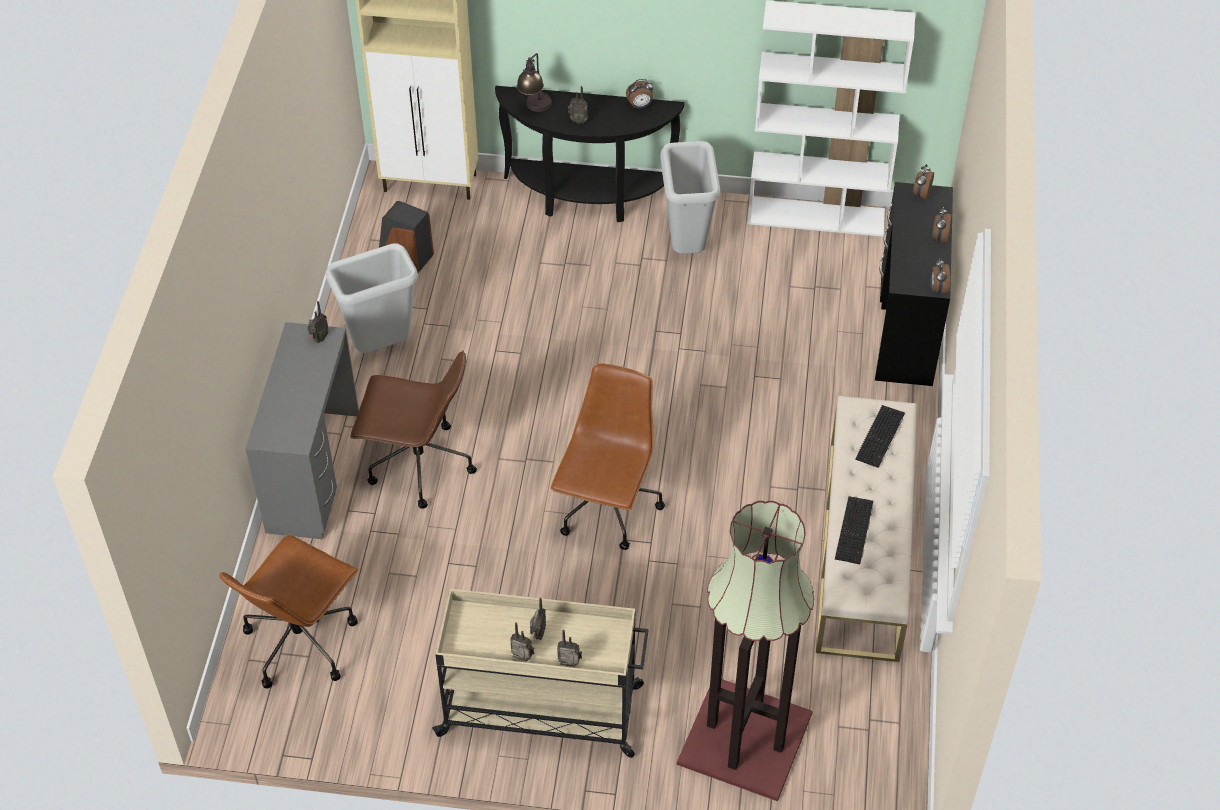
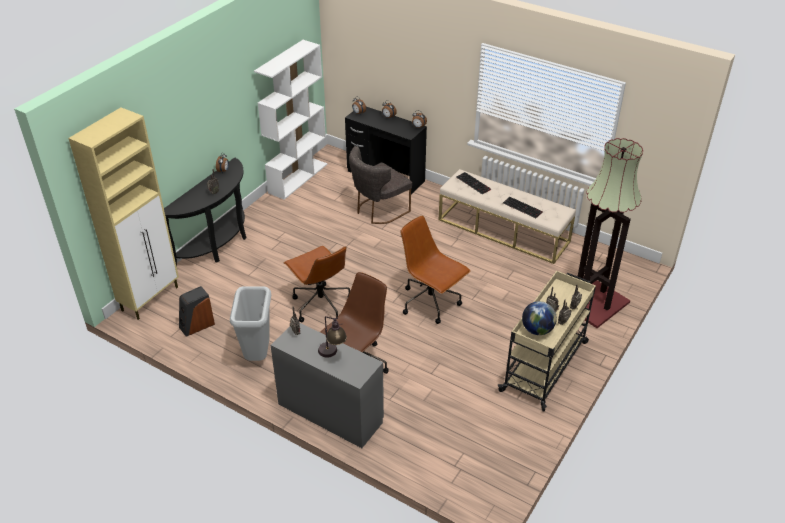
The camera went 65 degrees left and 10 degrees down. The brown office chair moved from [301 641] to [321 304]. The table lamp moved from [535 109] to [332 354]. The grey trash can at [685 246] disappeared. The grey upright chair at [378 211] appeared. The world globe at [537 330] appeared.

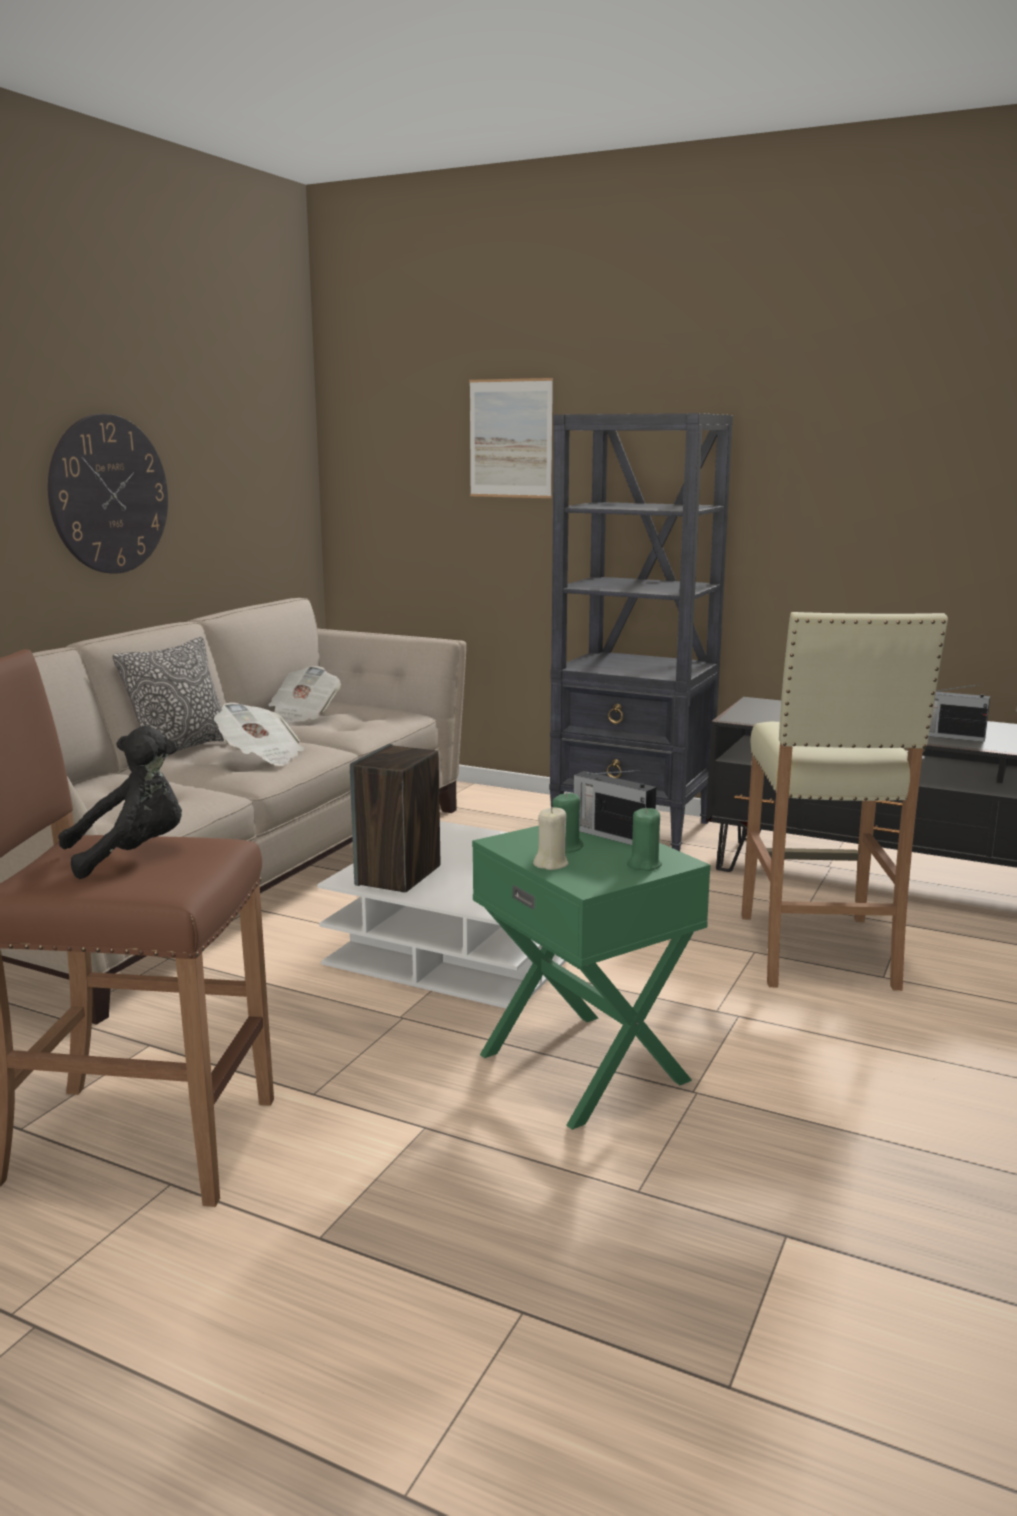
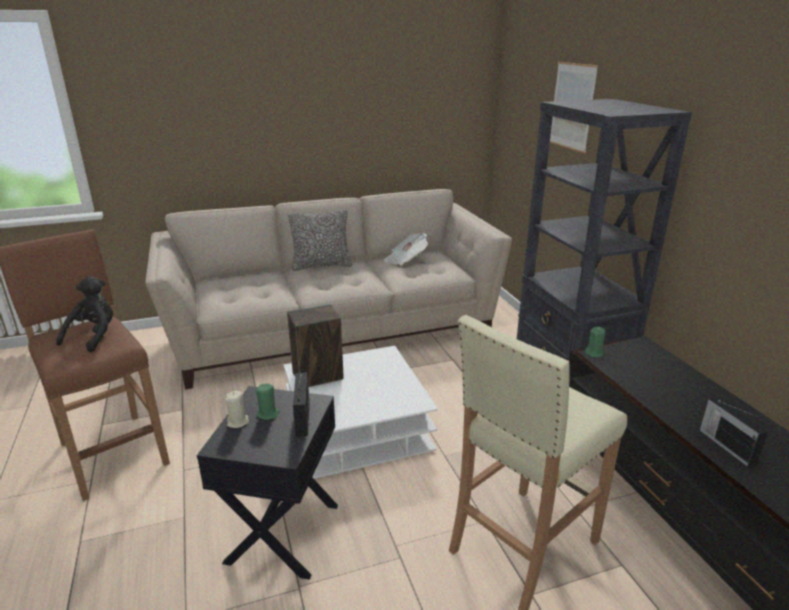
The camera went 45 degrees right and 10 degrees up. The hanging clock at [109 494] disappeared. The black plush toy at [132 855] turned 90 degrees counterclockwise. The daily paper at [261 756] disappeared. The green end table at [586 1066] became the black end table at [284 533]. The green wax candle moved from [644 865] to [594 353].

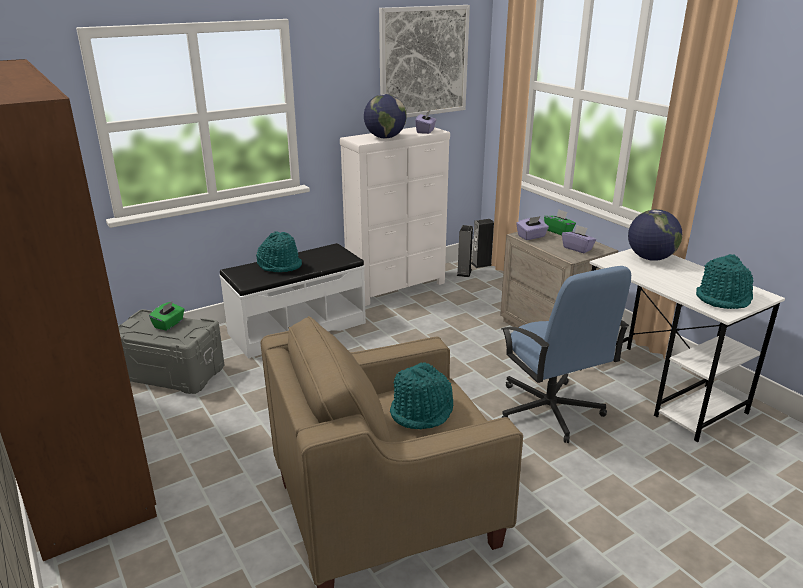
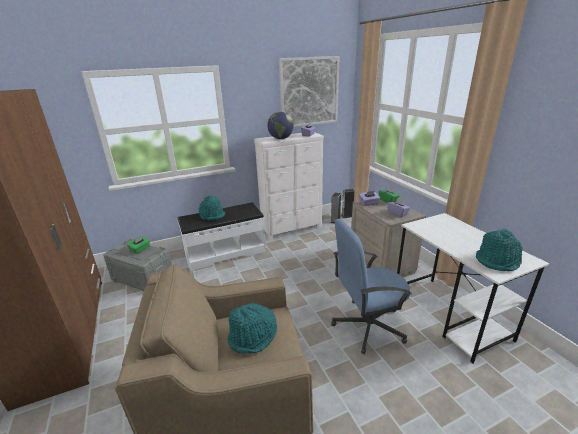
The camera went 10 degrees right and 0 degrees up. The blue-coloured office chair at [549 410] turned 90 degrees clockwise. The world globe at [650 258] disappeared.

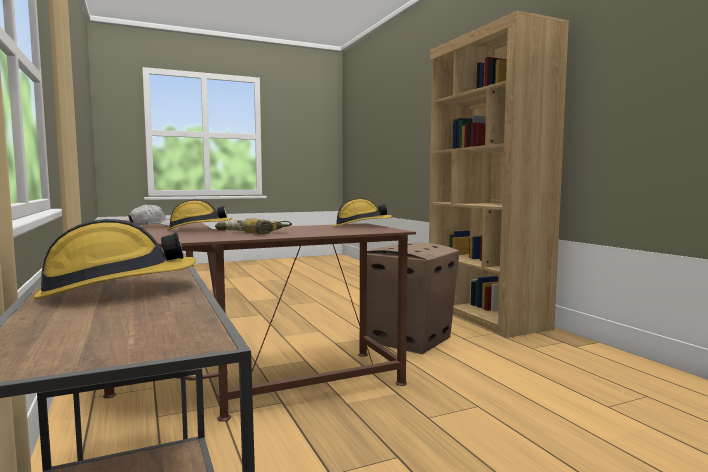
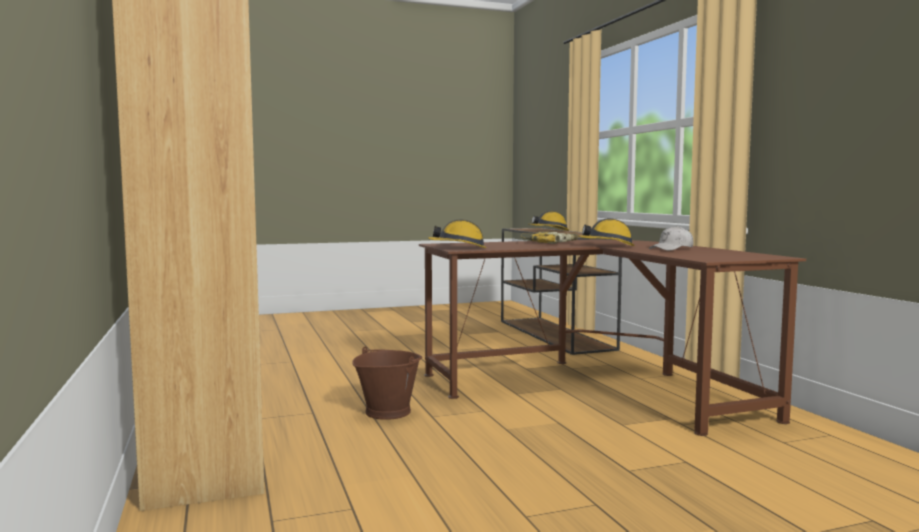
The camera went 175 degrees left and 0 degrees up. The cardboard box at [408 340] was replaced by the brown bucket at [387 411].

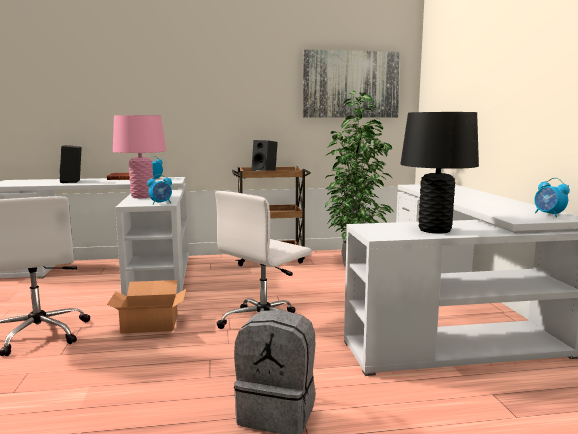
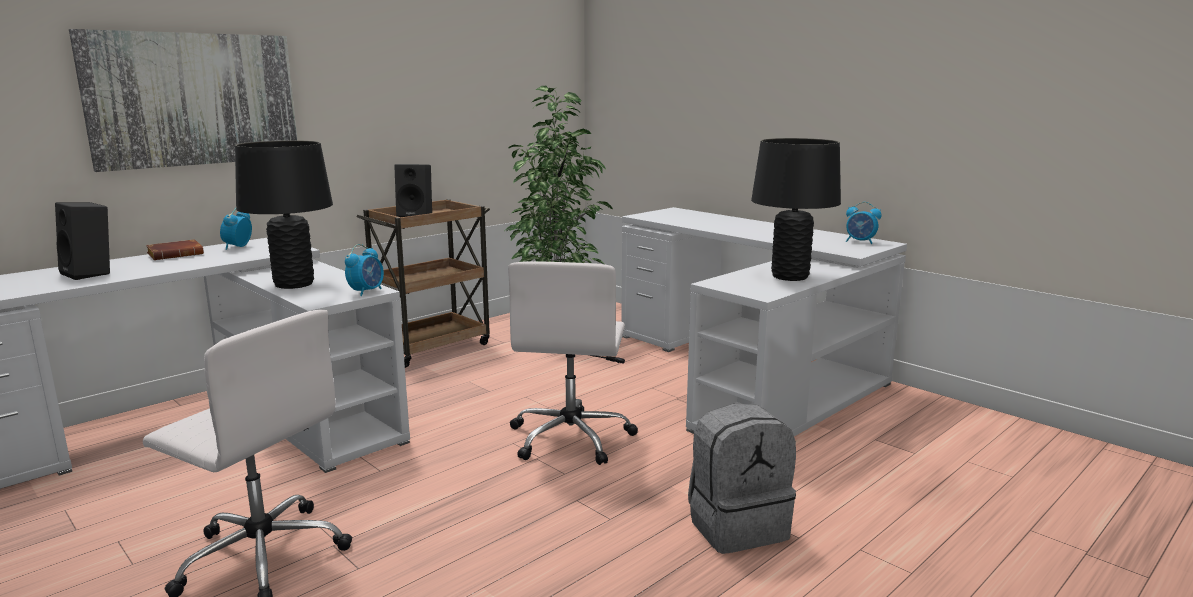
The camera went 35 degrees left and 5 degrees up. The cardboard box at [149 324] disappeared. The pink table lamp at [142 197] became the black table lamp at [294 284]. The wall art moved from [351 84] to [194 99].

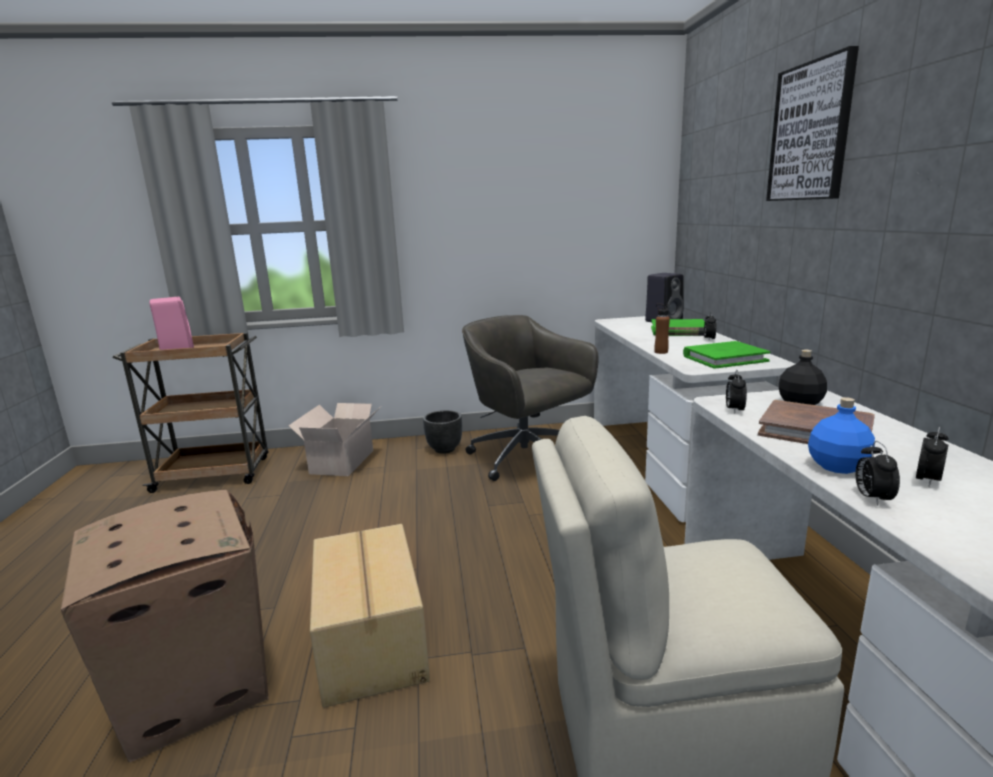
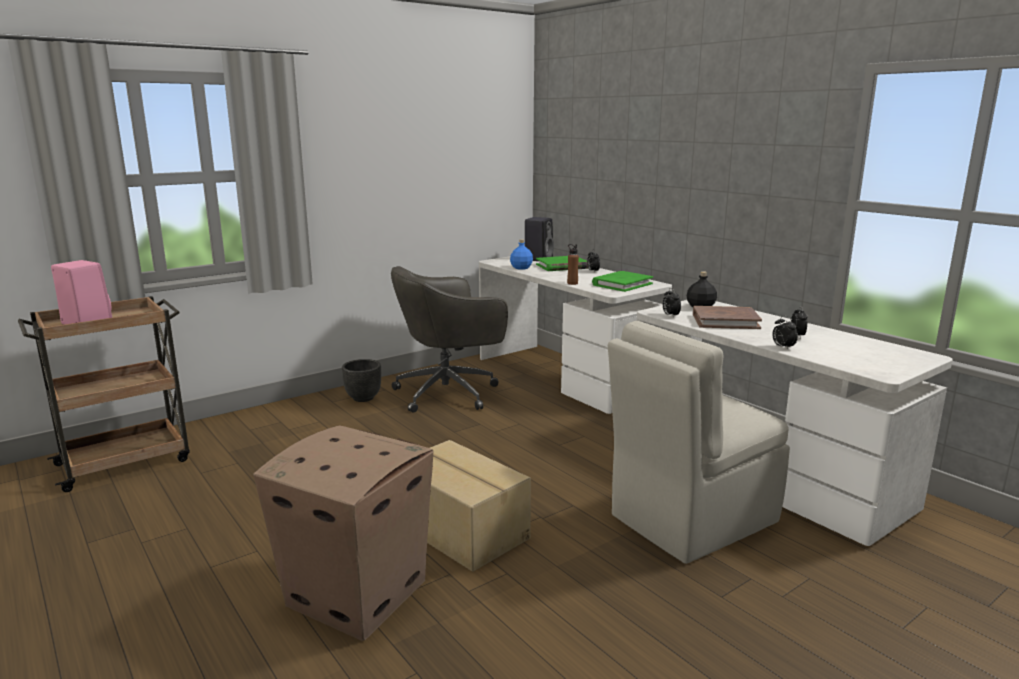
The camera went 30 degrees left and 0 degrees up. The cardboard box at [343 461] disappeared. The grey office chair at [527 458] turned 45 degrees counterclockwise. The wall art at [811 132] disappeared. The blue-coloured beverage bottle moved from [837 466] to [521 268].

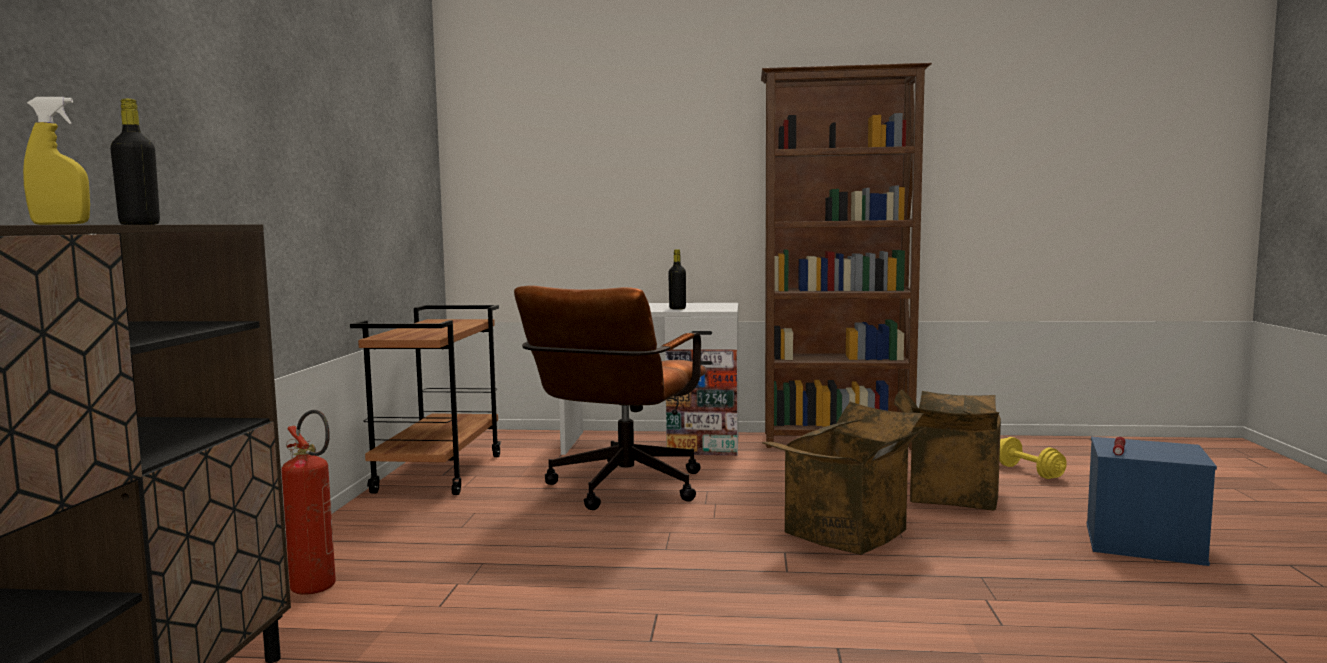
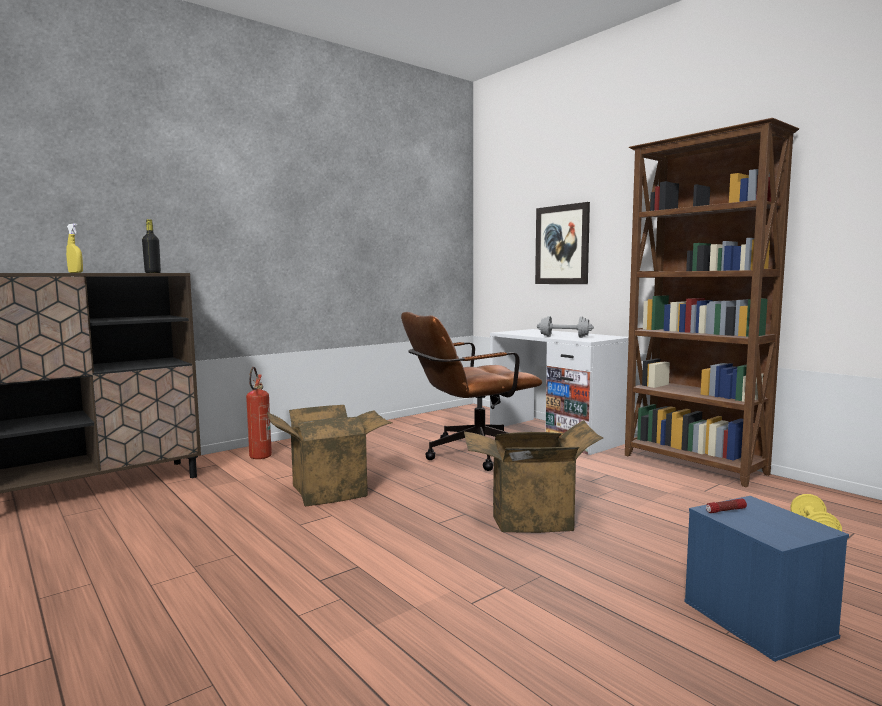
The camera went 45 degrees right and 0 degrees up. The brown wheeled cart at [439 473] disappeared. The black beverage bottle at [677 308] was replaced by the grey hand weight at [564 337]. The cardboard box moved from [948 493] to [330 489]. The wall art at [562 245] appeared.

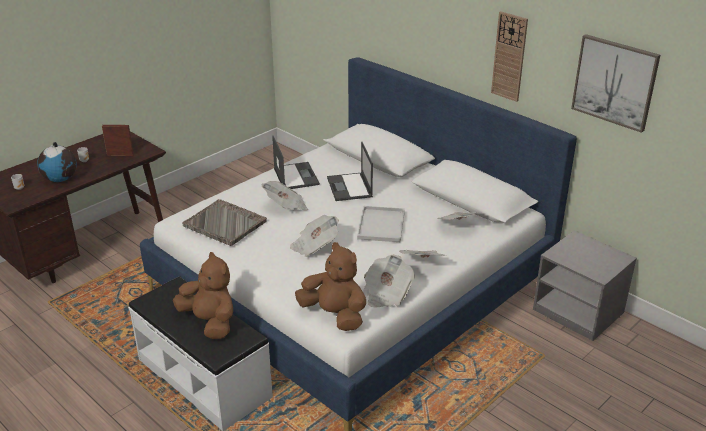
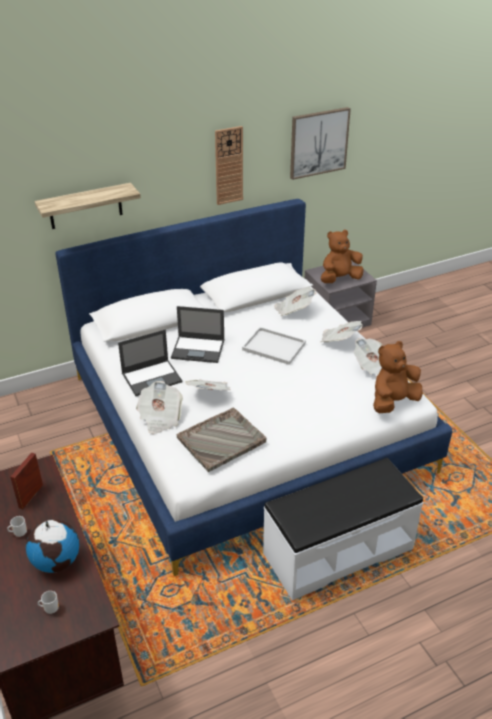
The camera went 70 degrees left and 5 degrees up. The brown plush toy moved from [210 322] to [339 279]. The portable computer at [295 176] turned 150 degrees clockwise. The daily paper moved from [314 246] to [160 417]. The bracket shelf at [85 206] appeared.

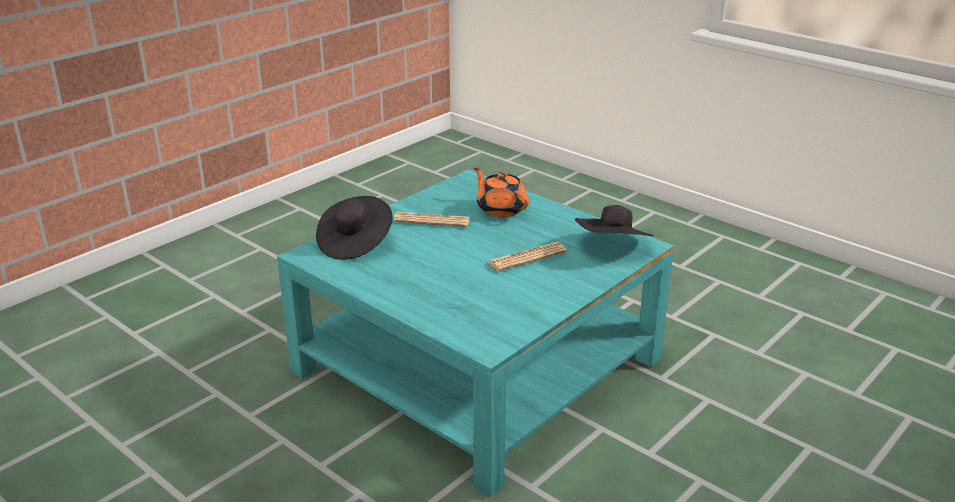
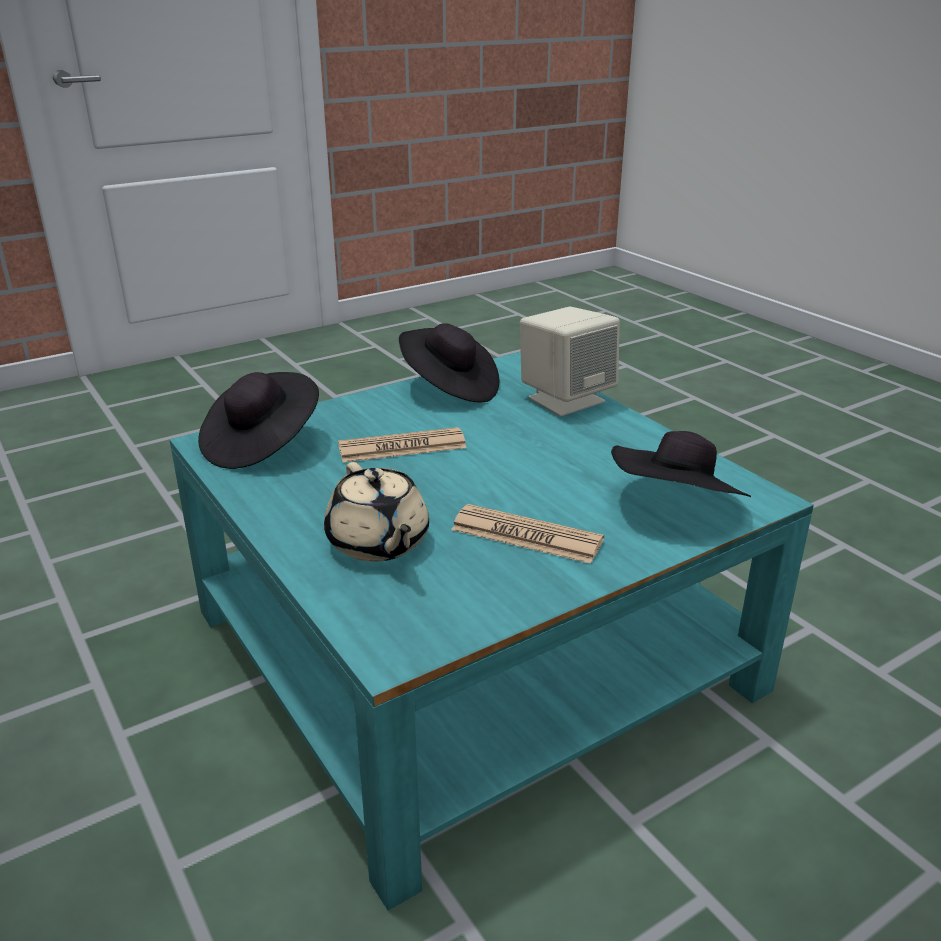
The camera went 165 degrees left and 0 degrees up. The orange-coloured teapot at [501 209] became the beige teapot at [378 543]. The black wearable hat at [449 388] appeared. The beige audio speaker at [566 400] appeared.

